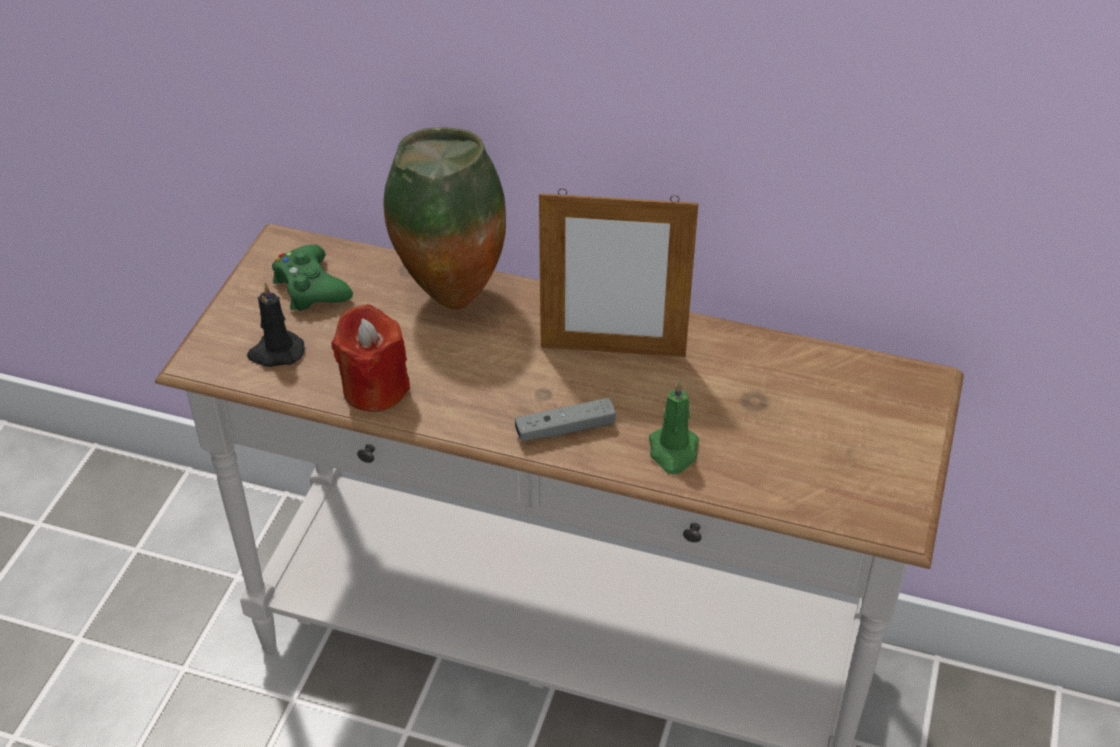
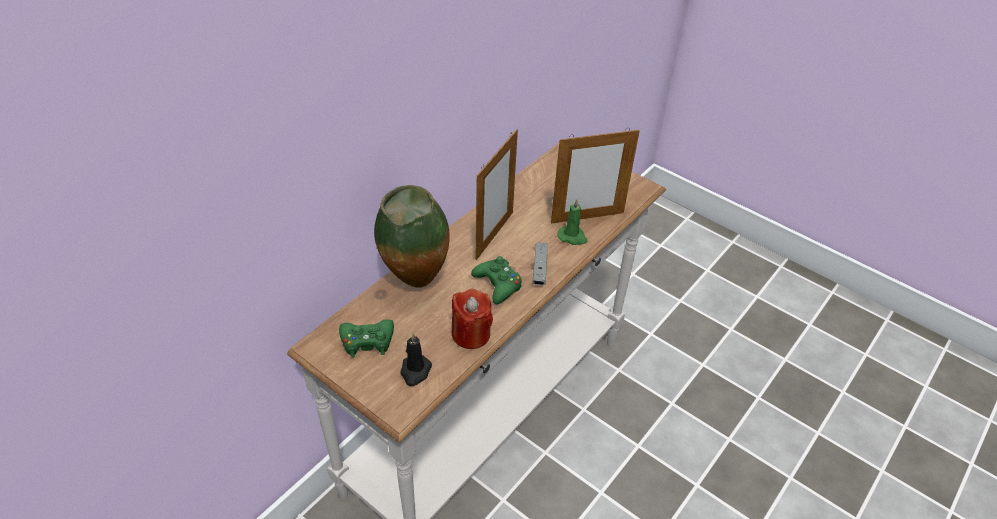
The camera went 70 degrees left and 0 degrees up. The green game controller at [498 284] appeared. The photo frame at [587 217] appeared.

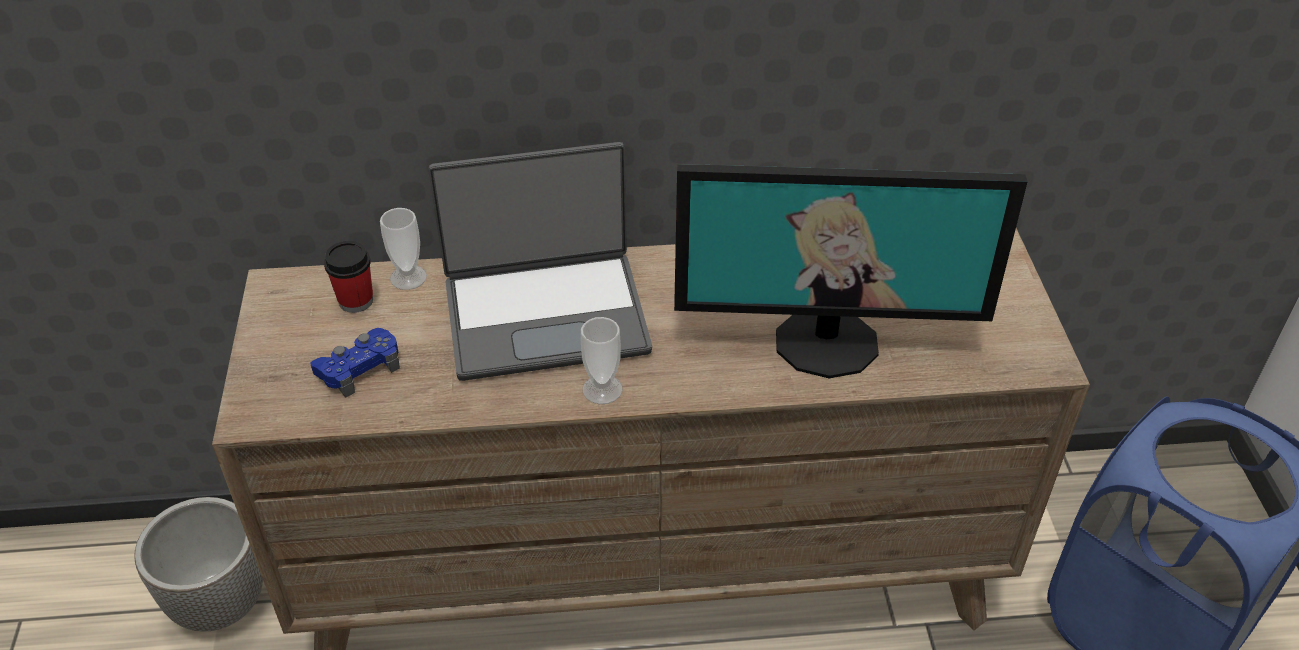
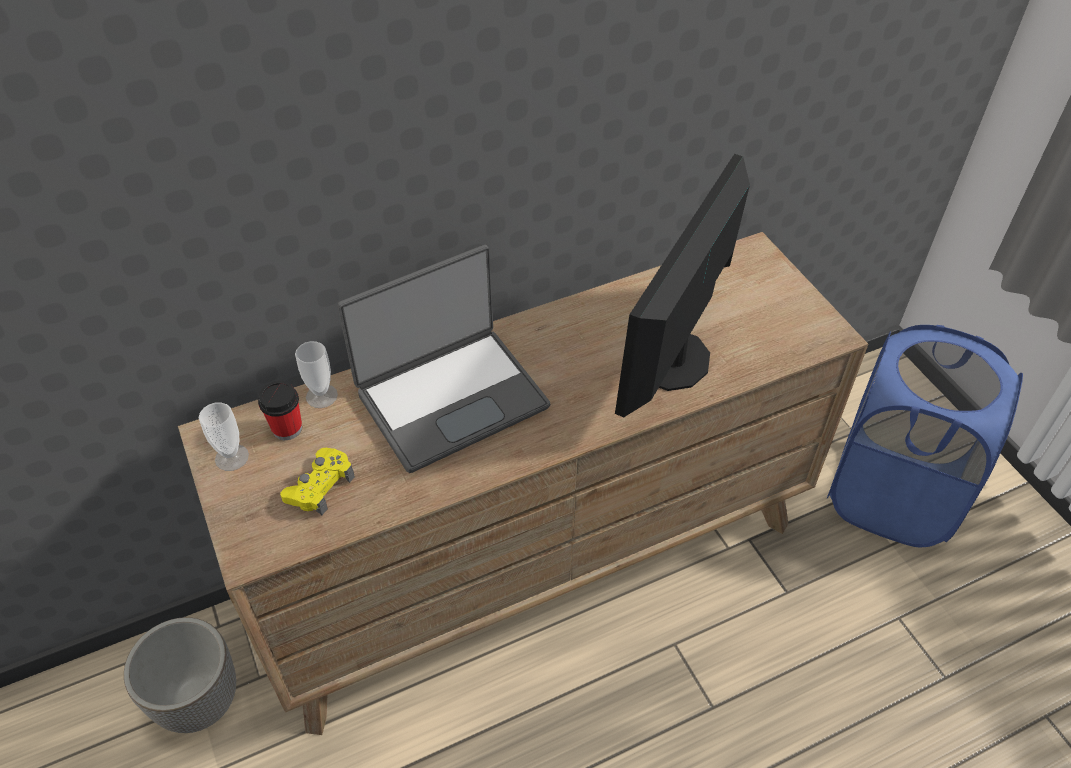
The camera went 20 degrees left and 5 degrees up. The blue-coloured game controller at [359 368] became the yellowish game controller at [320 486]. The cup moved from [602 389] to [232 457]. The computer display at [826 341] turned 135 degrees clockwise.

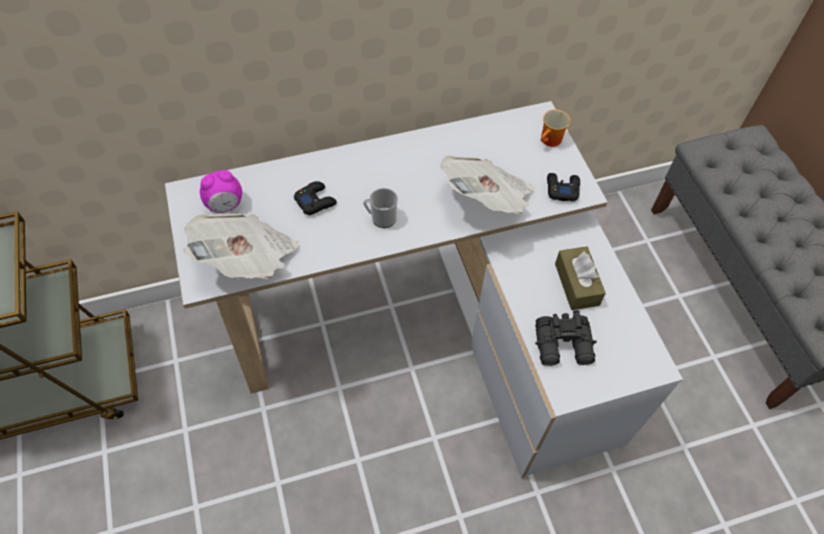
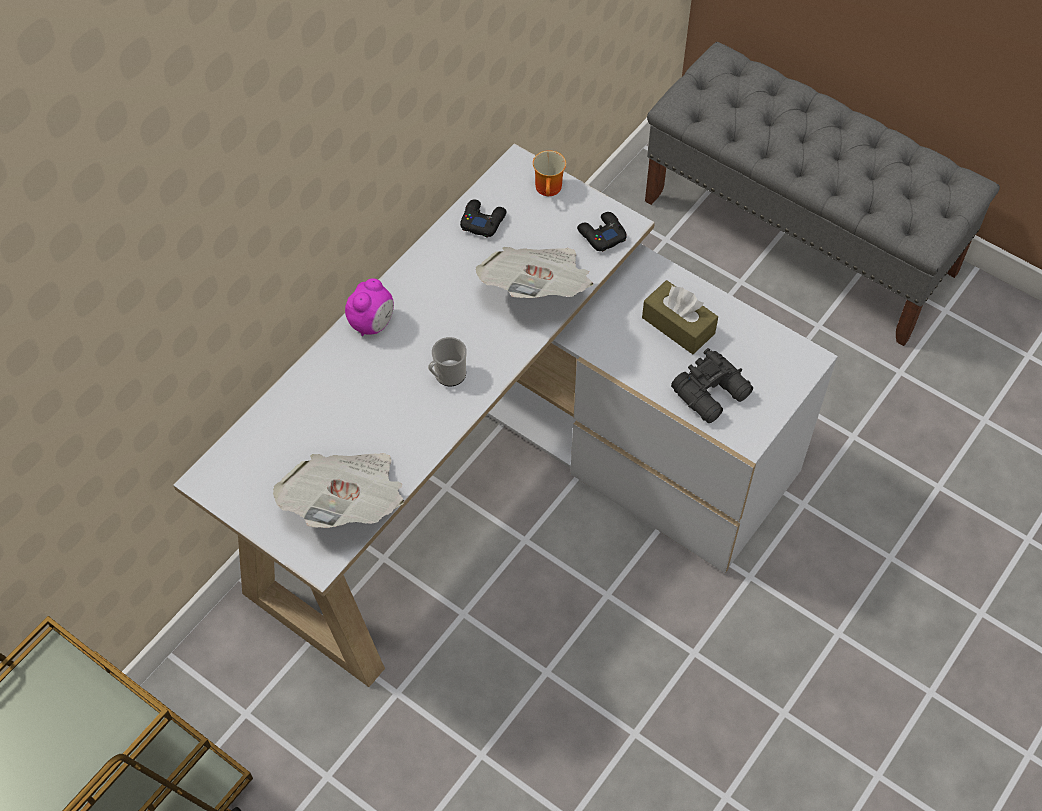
The camera went 35 degrees left and 0 degrees up. The table clock moved from [225 205] to [372 323]. The black game controller moved from [315 201] to [482 221].

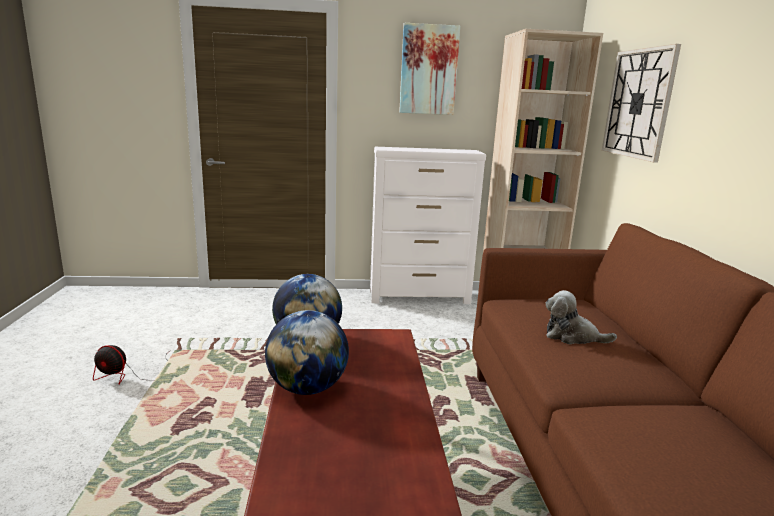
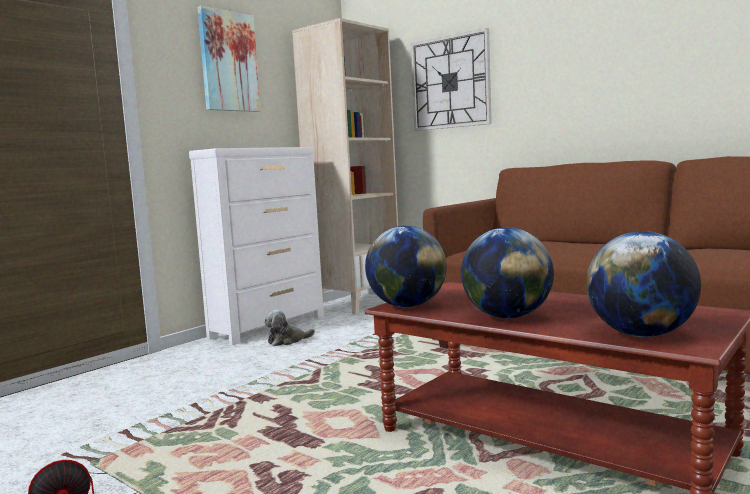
The camera went 45 degrees left and 10 degrees down. The plush toy moved from [572 336] to [287 341]. The world globe at [641 335] appeared.

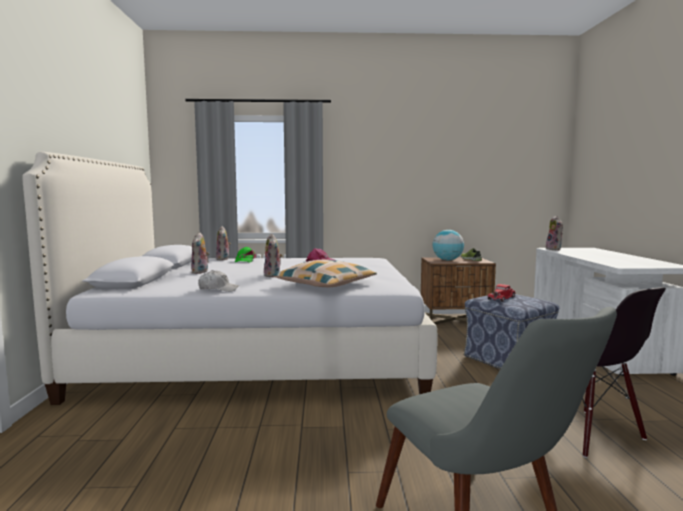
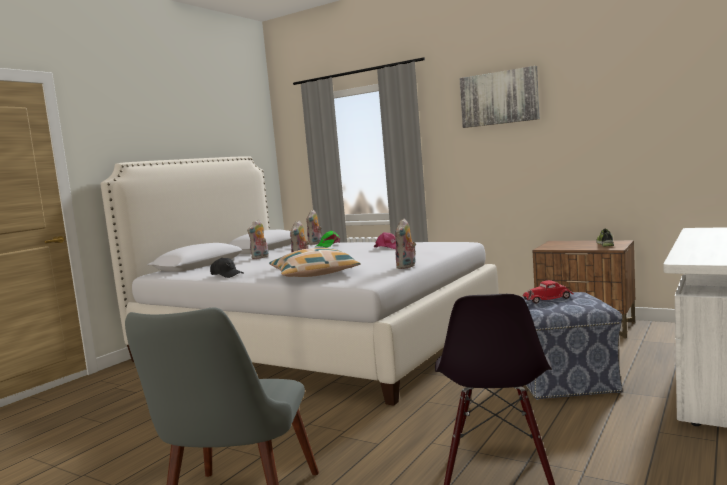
The camera went 35 degrees right and 0 degrees up. The white-coloured baseball cap at [218 289] became the black baseball cap at [227 275]. The world globe at [447 260] disappeared. The plush toy moved from [554 249] to [407 267]. The wall art at [499 98] appeared.

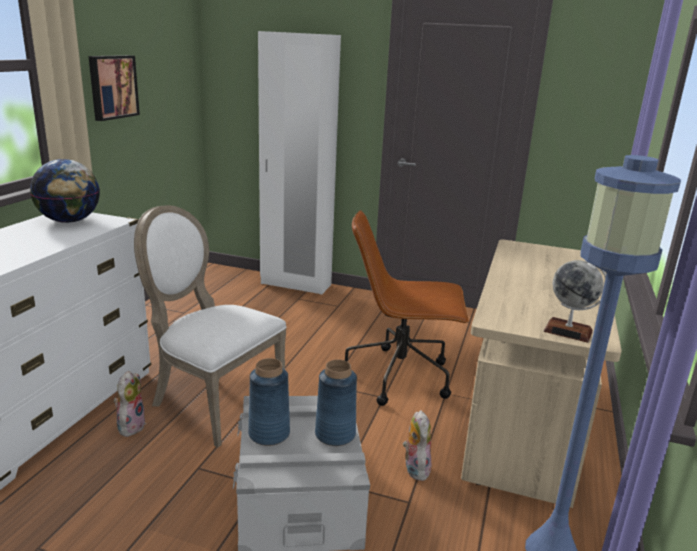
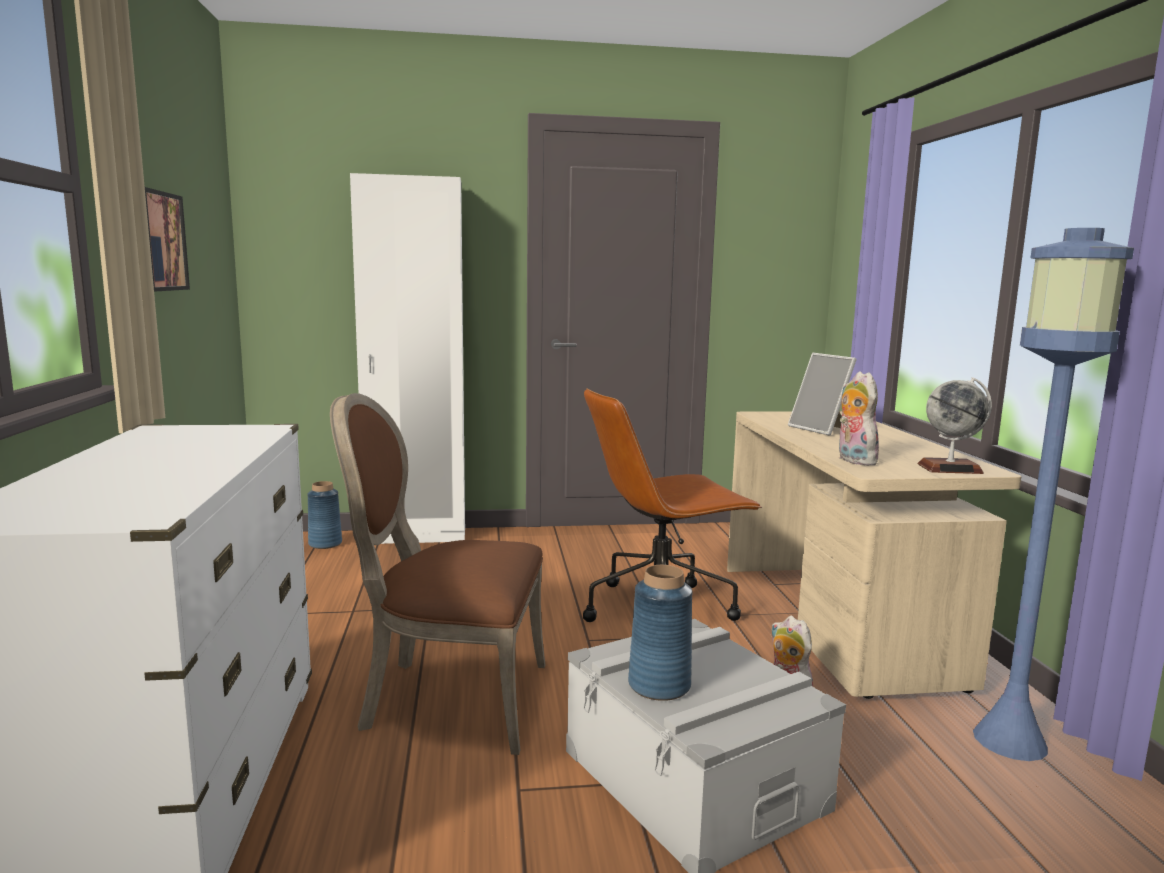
The camera went 25 degrees left and 10 degrees down. The world globe at [69 221] disappeared. The plush toy moved from [130 426] to [853 460]. The white-coloured upright chair at [213 401] became the brown upright chair at [448 699]. The blue-coloured decorative vase moved from [335 434] to [325 544]. The photo frame at [821 429] appeared.

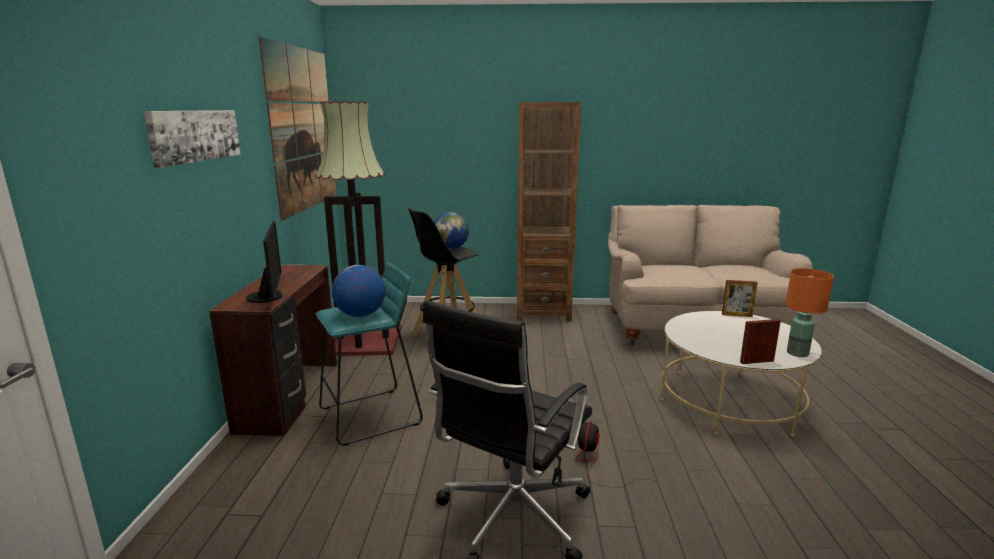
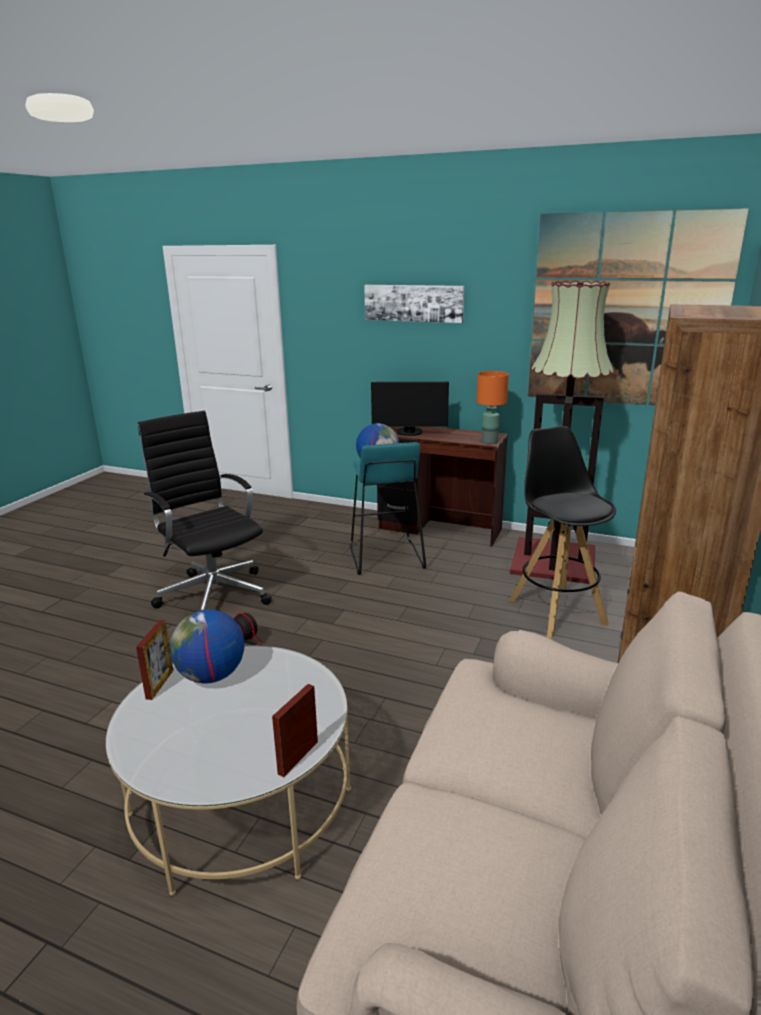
The camera went 110 degrees right and 5 degrees up. The world globe moved from [451 248] to [211 676]. The orange-coloured table lamp moved from [798 353] to [489 442].

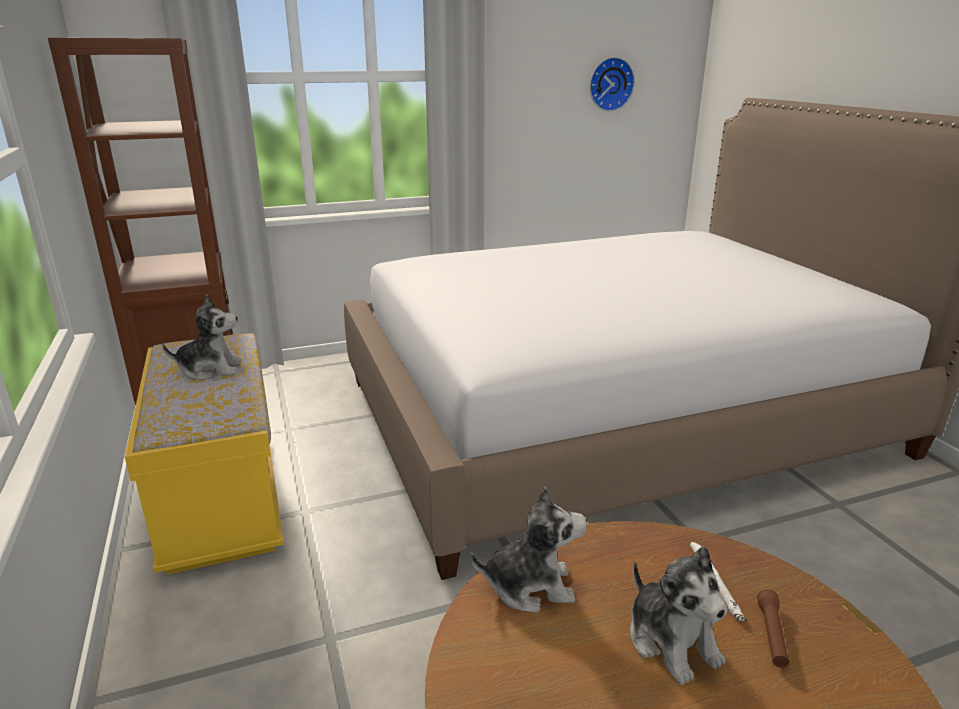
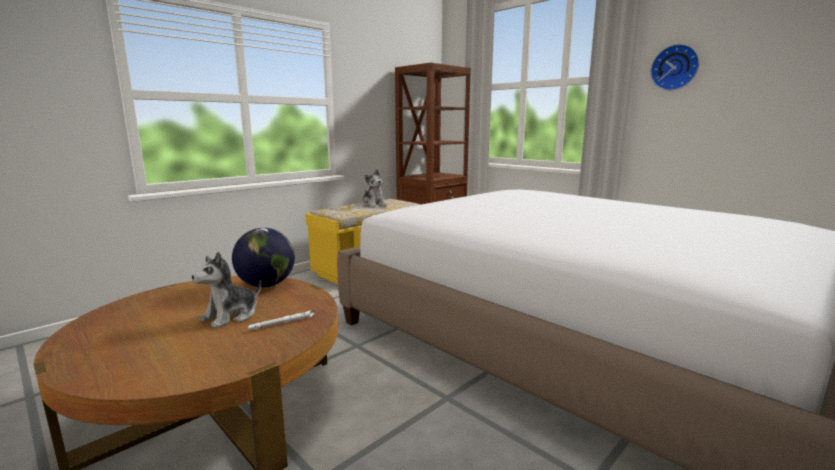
The camera went 65 degrees right and 10 degrees down. The plush toy at [530 586] was replaced by the world globe at [266 285]. The hanging clock moved from [610 84] to [675 68]. The brown hand torch at [772 635] disappeared.

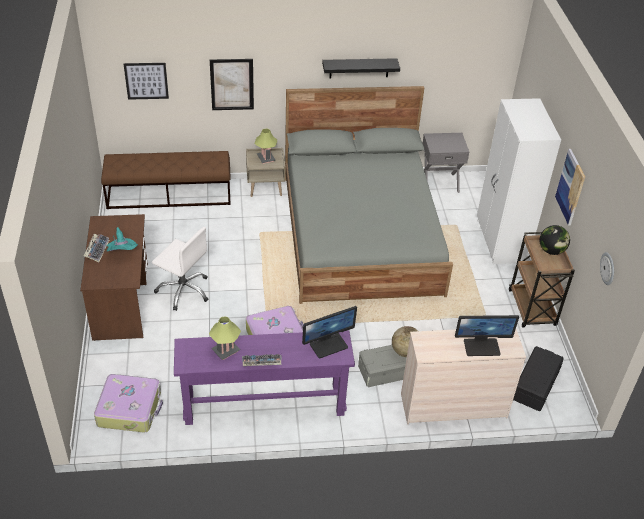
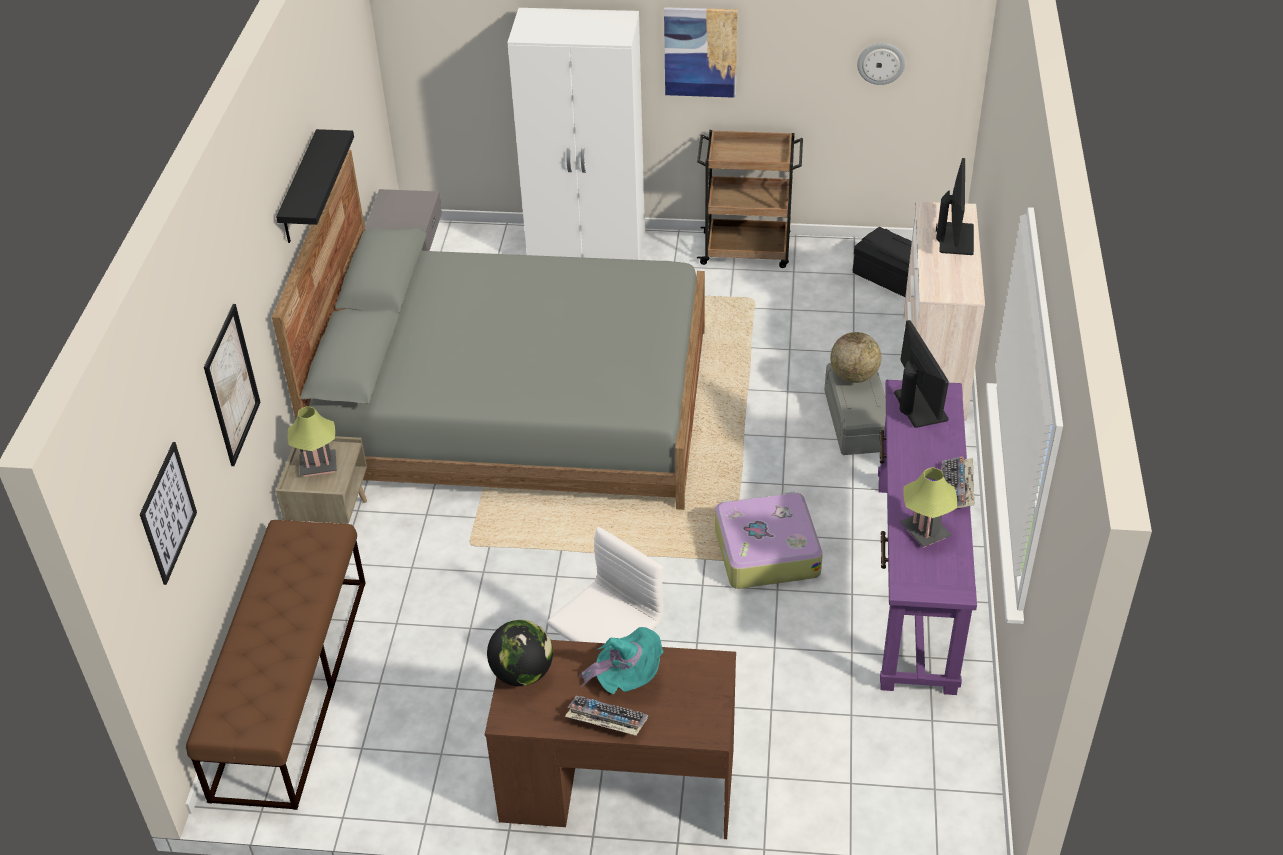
The camera went 75 degrees left and 0 degrees up. The suitcase at [130 409] disappeared. The world globe moved from [551 250] to [522 673].

